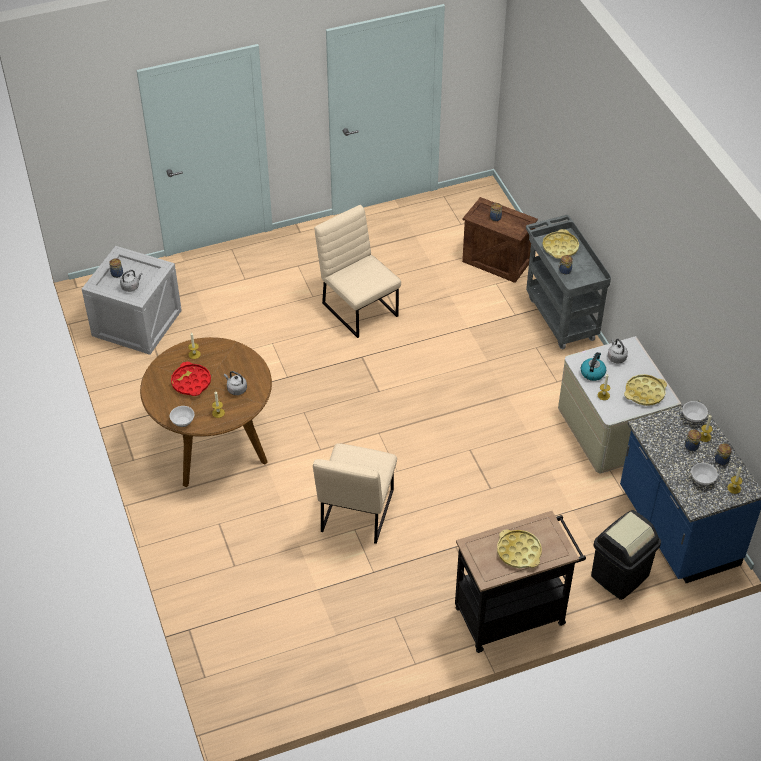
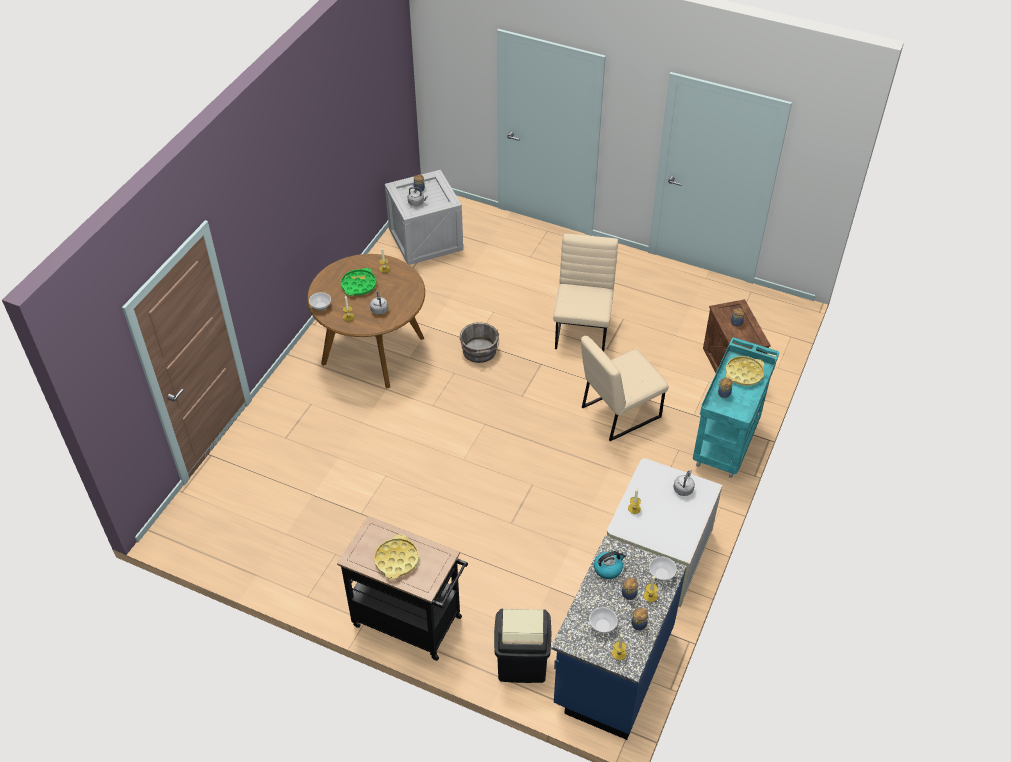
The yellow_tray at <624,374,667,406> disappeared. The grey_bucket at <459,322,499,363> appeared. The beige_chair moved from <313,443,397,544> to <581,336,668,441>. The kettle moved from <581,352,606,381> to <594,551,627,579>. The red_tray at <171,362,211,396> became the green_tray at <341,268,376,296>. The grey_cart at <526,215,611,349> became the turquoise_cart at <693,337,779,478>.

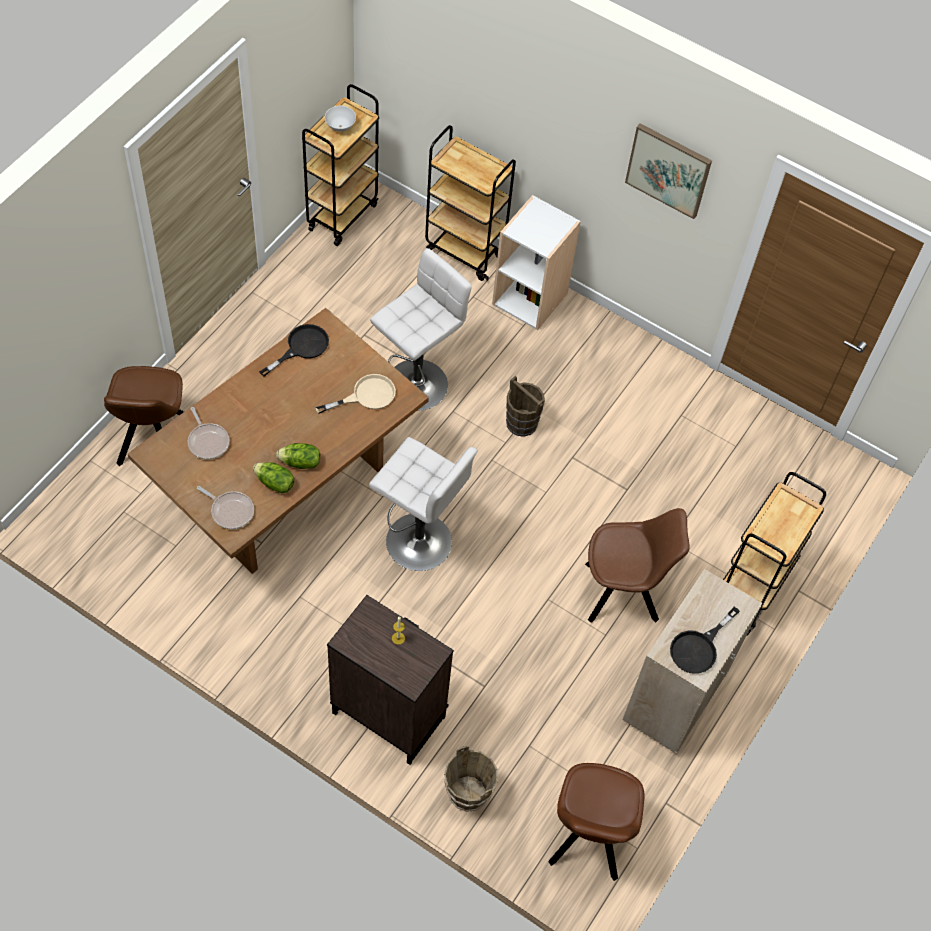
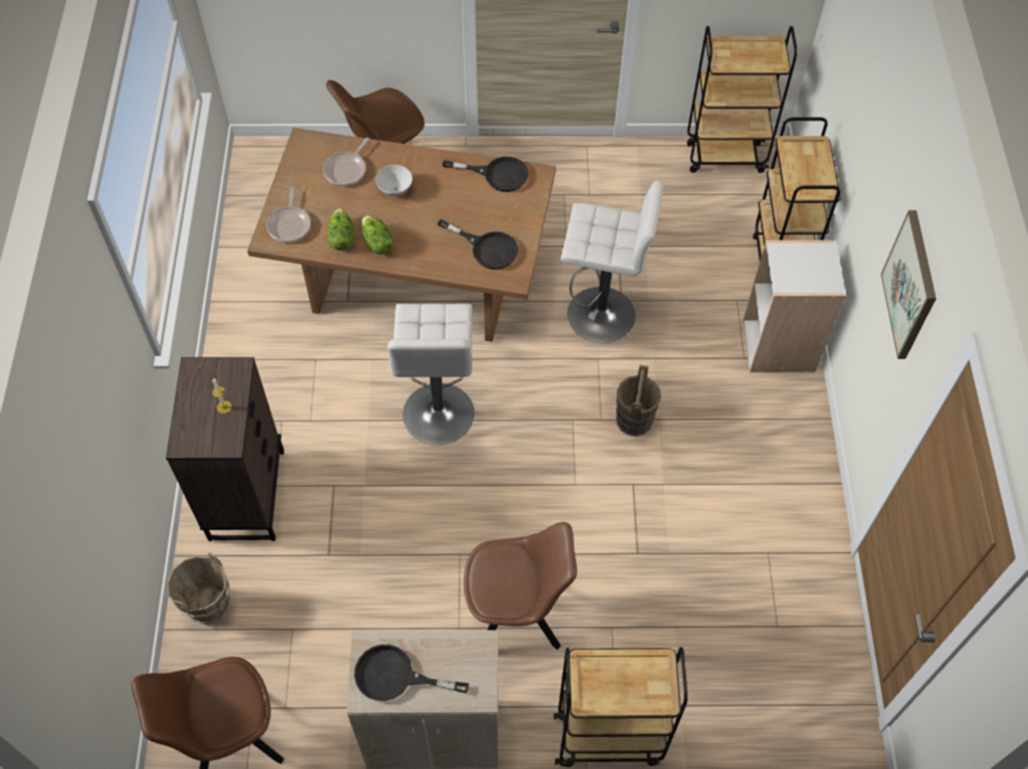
The white_bowl moved from <325,106,356,132> to <376,165,412,196>. The beige_frying_pan at <316,374,396,413> became the black_frying_pan at <437,219,518,270>. The brown_chair at <585,508,690,623> turned 60 degrees counterclockwise.

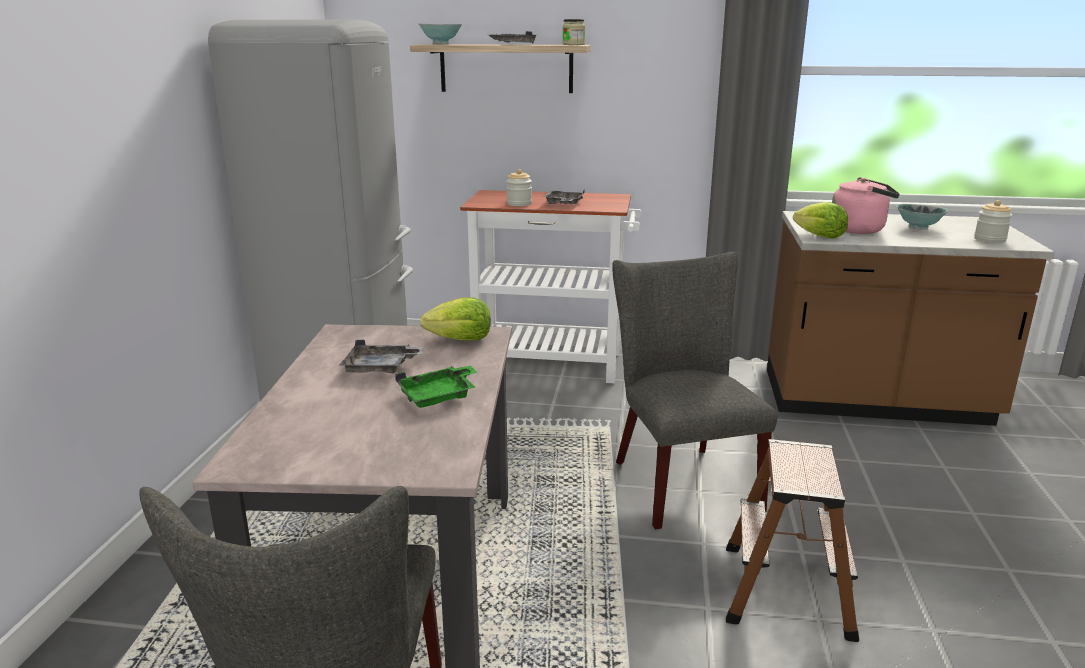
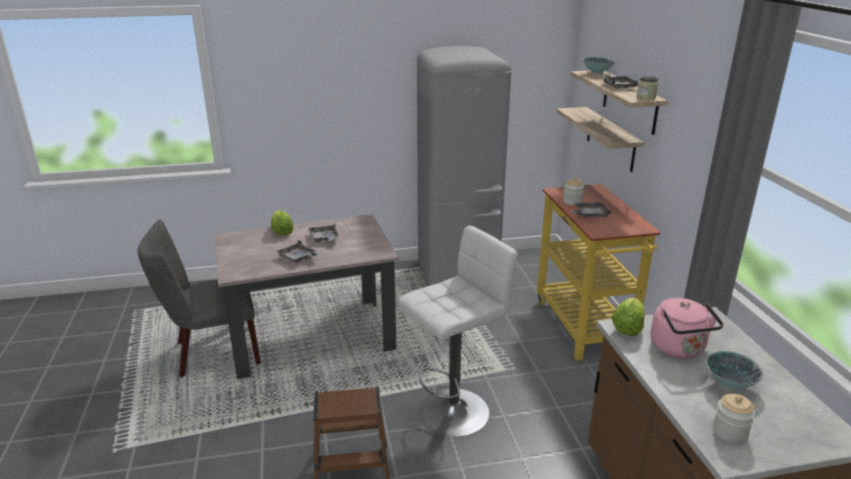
The shelf at <556,107,644,172> appeared. The lettuce moved from <420,297,491,340> to <271,211,294,236>. The grey_chair at <612,252,777,529> was replaced by the white_stool at <398,226,518,437>. The green_tray at <395,366,477,408> became the grey_tray at <276,240,320,263>. The white_cart at <460,190,641,383> became the yellow_cart at <537,184,660,361>.

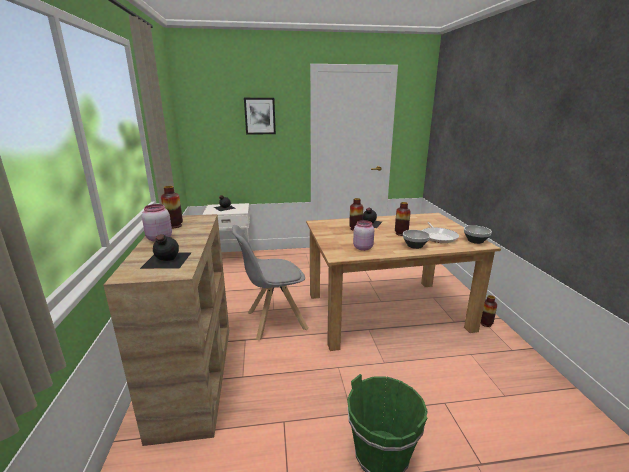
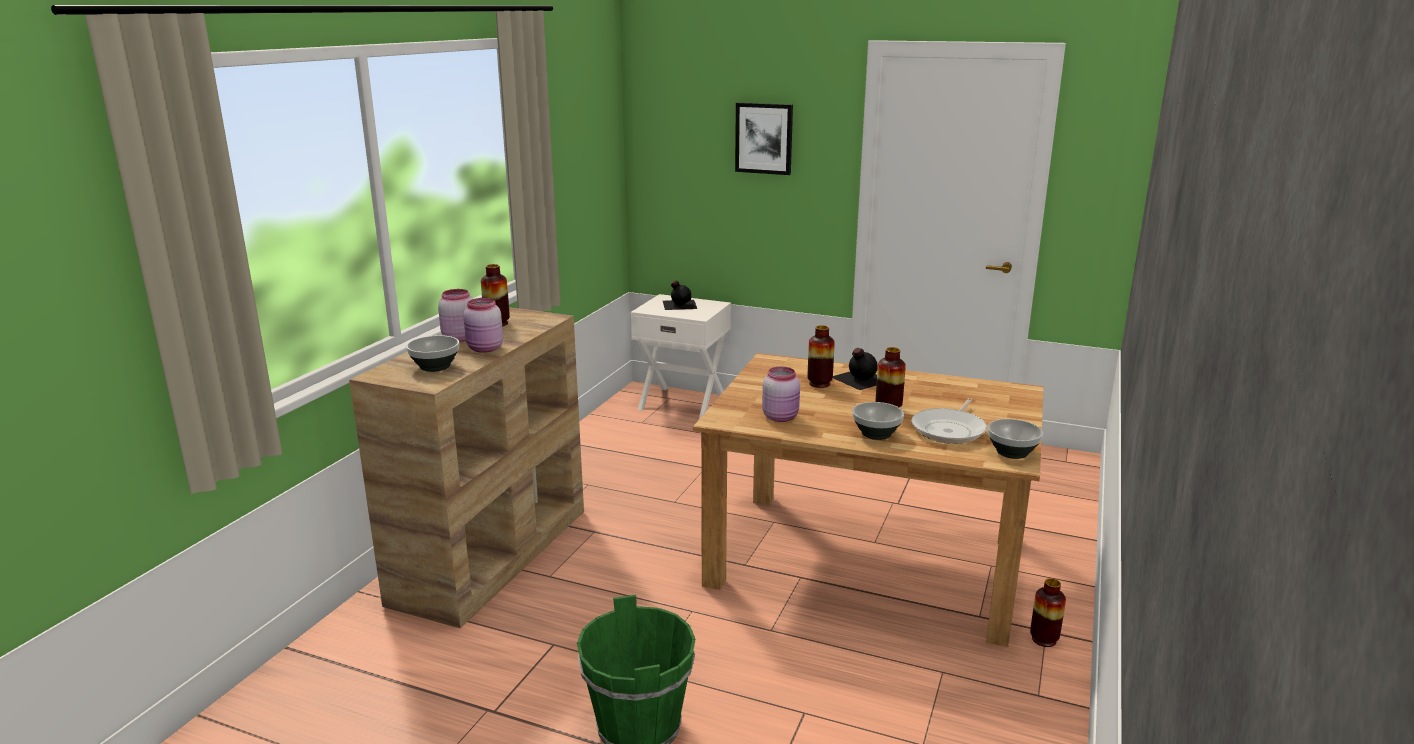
The grey_chair at <232,225,308,341> disappeared. The pink_jar at <463,298,503,353> appeared. The black_bottle at <140,234,191,269> was replaced by the bowl at <406,335,459,372>.

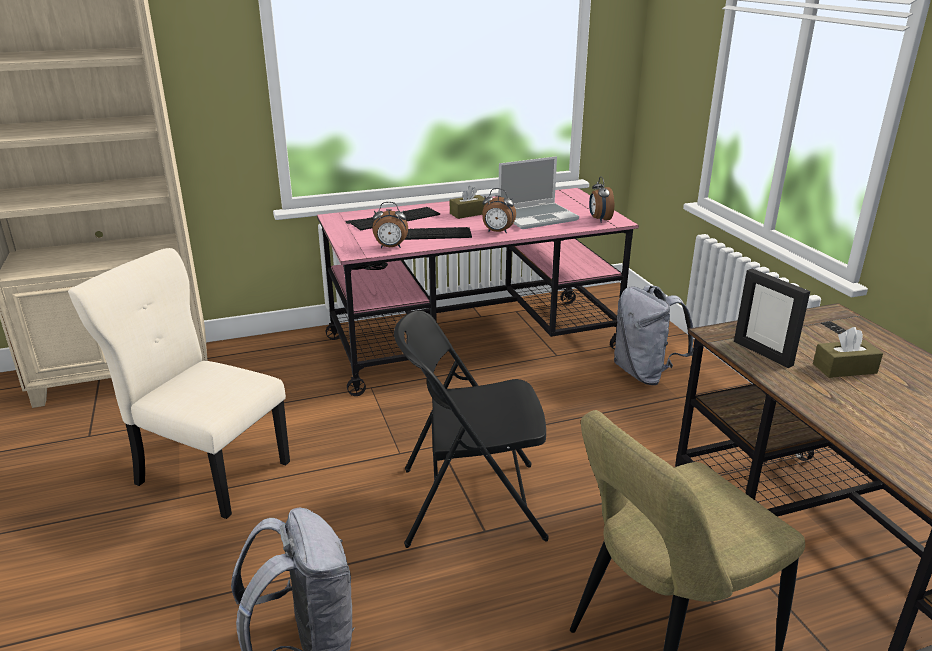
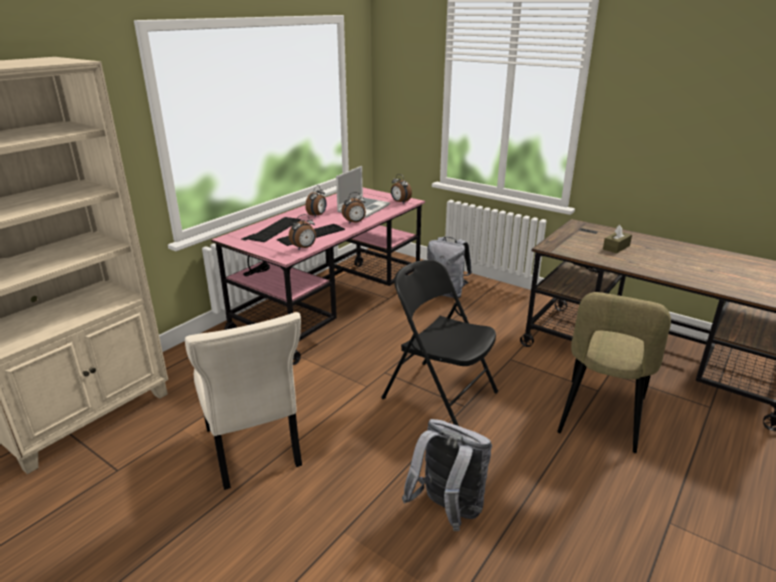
The picture_frame at <734,269,810,368> disappeared. The brown_tissue_box at <450,186,485,219> was replaced by the alarm_clock at <305,185,326,217>. The beige_chair at <68,248,290,519> turned 105 degrees counterclockwise. The black_chair at <394,310,549,548> turned 75 degrees clockwise.

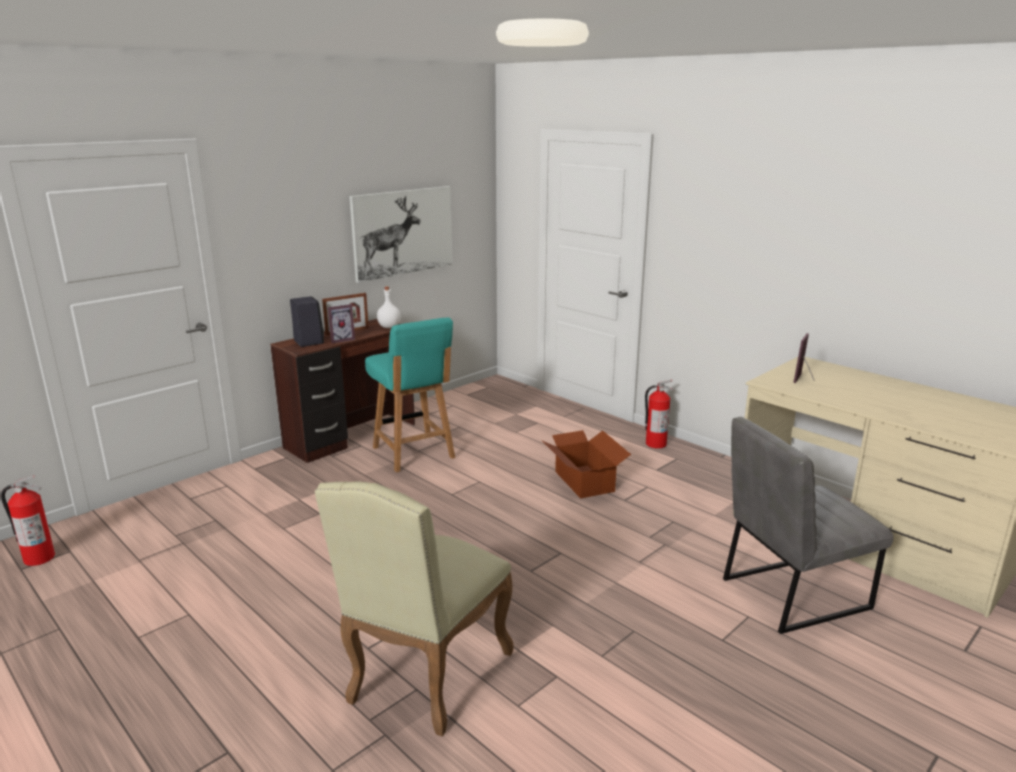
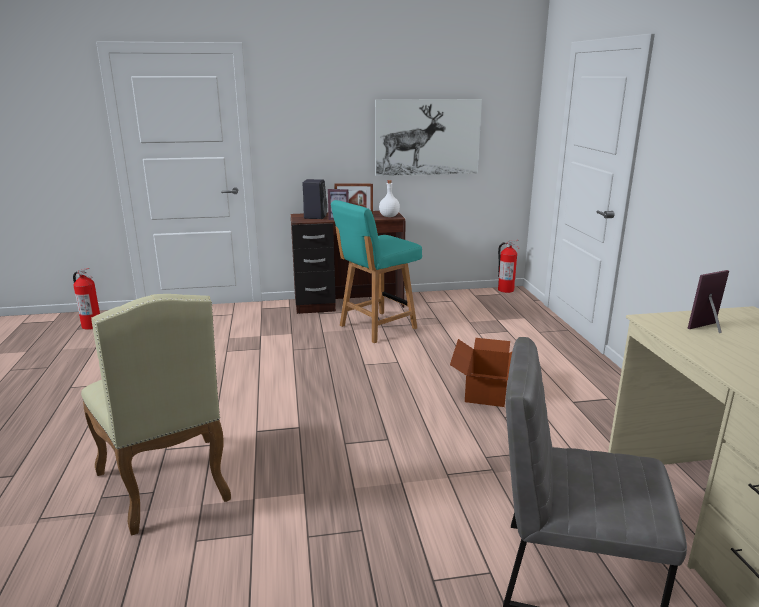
The fire_extinguisher moved from <645,379,674,449> to <498,240,519,293>. The beige_chair at <315,481,514,736> turned 90 degrees counterclockwise. The turquoise_chair at <365,317,455,472> turned 45 degrees clockwise.

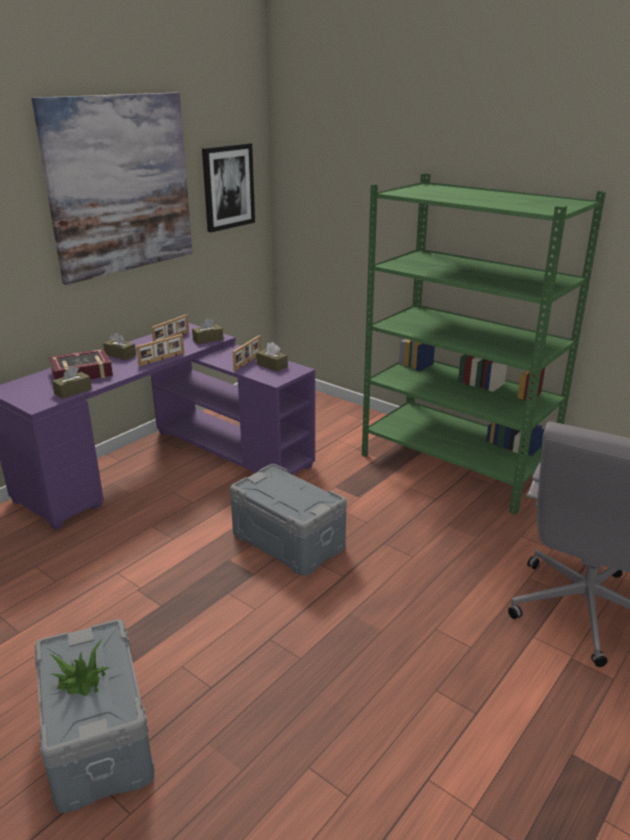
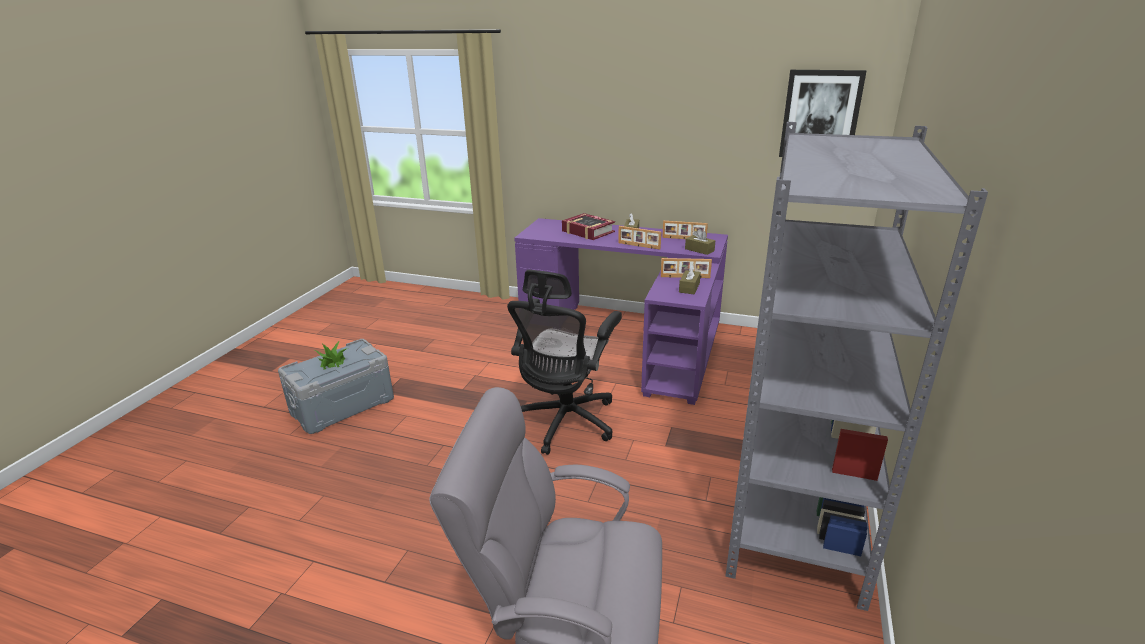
The picture at <32,93,192,285> disappeared. The brown_tissue_box at <52,366,92,399> disappeared. The grey_storage_box at <230,464,347,576> was replaced by the office_chair at <507,270,622,455>. The green_bookcase at <362,173,606,515> became the grey_bookcase at <725,122,988,611>.

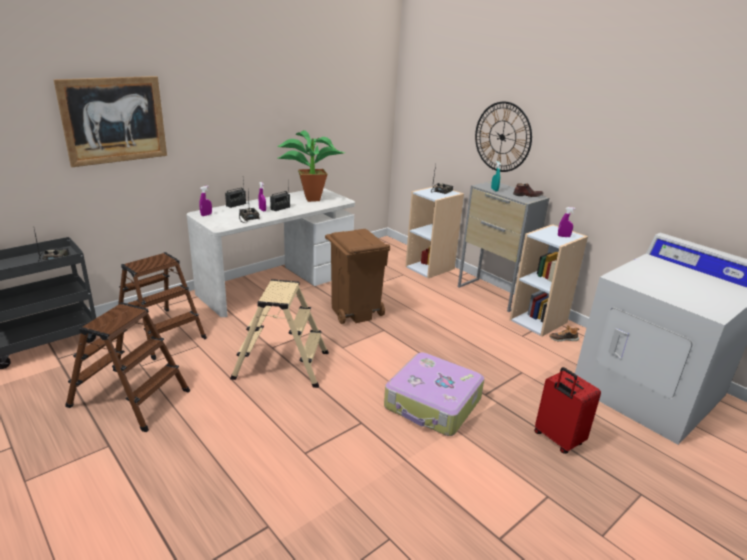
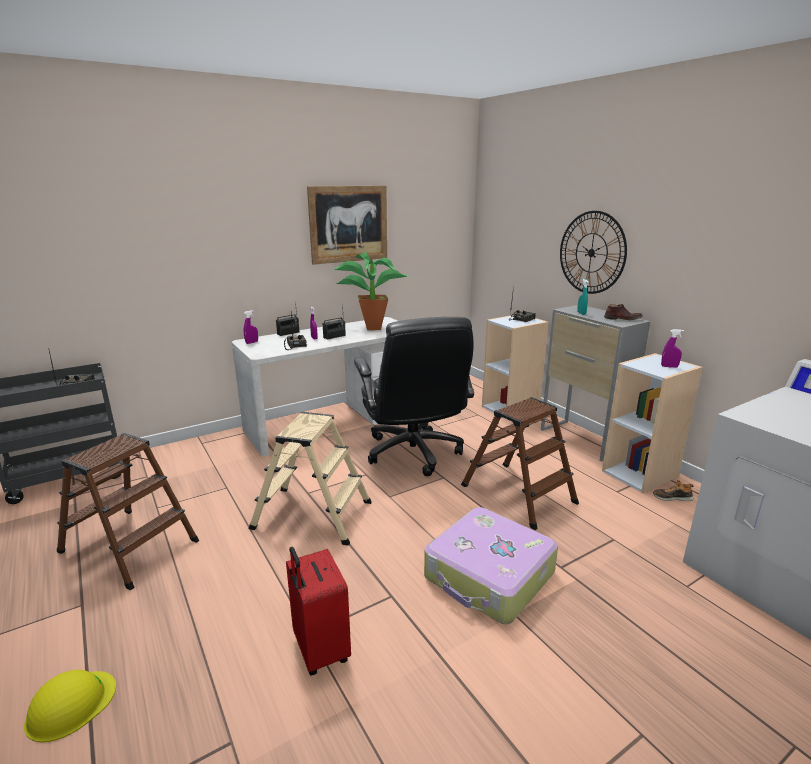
The yellow_hard_hat at <24,670,116,742> appeared. The picture moved from <53,76,167,167> to <307,186,387,265>. The brown_step_ladder moved from <118,252,207,360> to <461,397,579,530>. The red_suitcase moved from <534,367,601,454> to <286,547,351,675>. The brown_trash_can at <325,229,390,324> was replaced by the black_office_chair at <354,317,474,476>.

